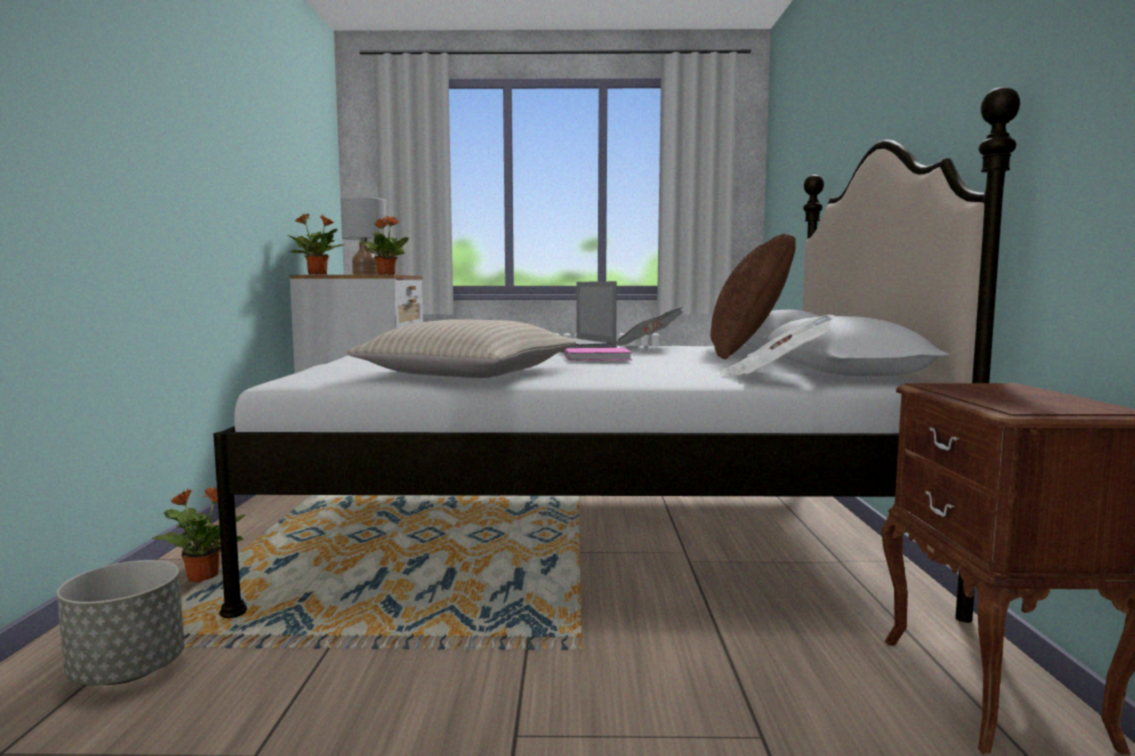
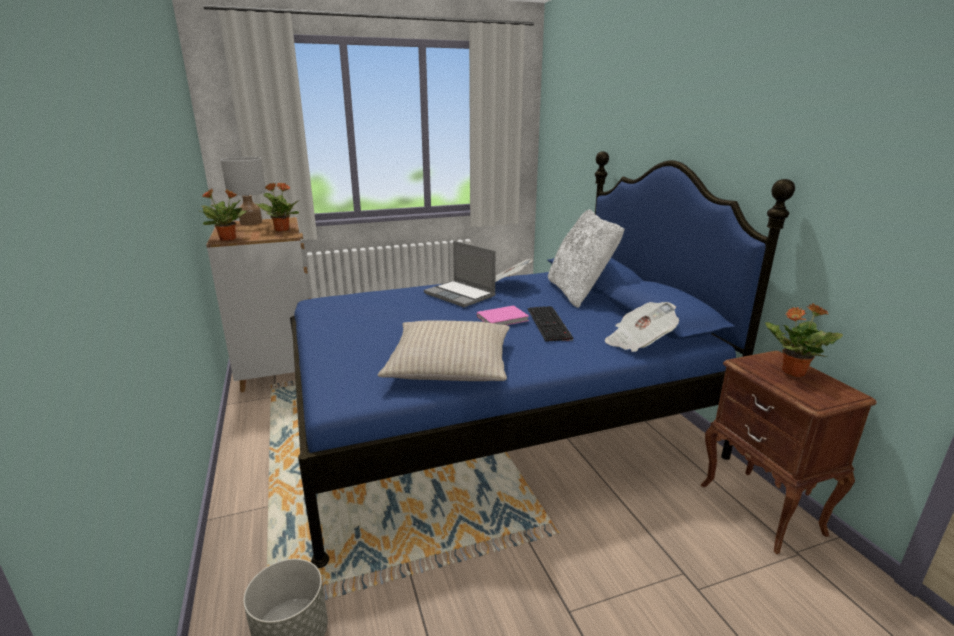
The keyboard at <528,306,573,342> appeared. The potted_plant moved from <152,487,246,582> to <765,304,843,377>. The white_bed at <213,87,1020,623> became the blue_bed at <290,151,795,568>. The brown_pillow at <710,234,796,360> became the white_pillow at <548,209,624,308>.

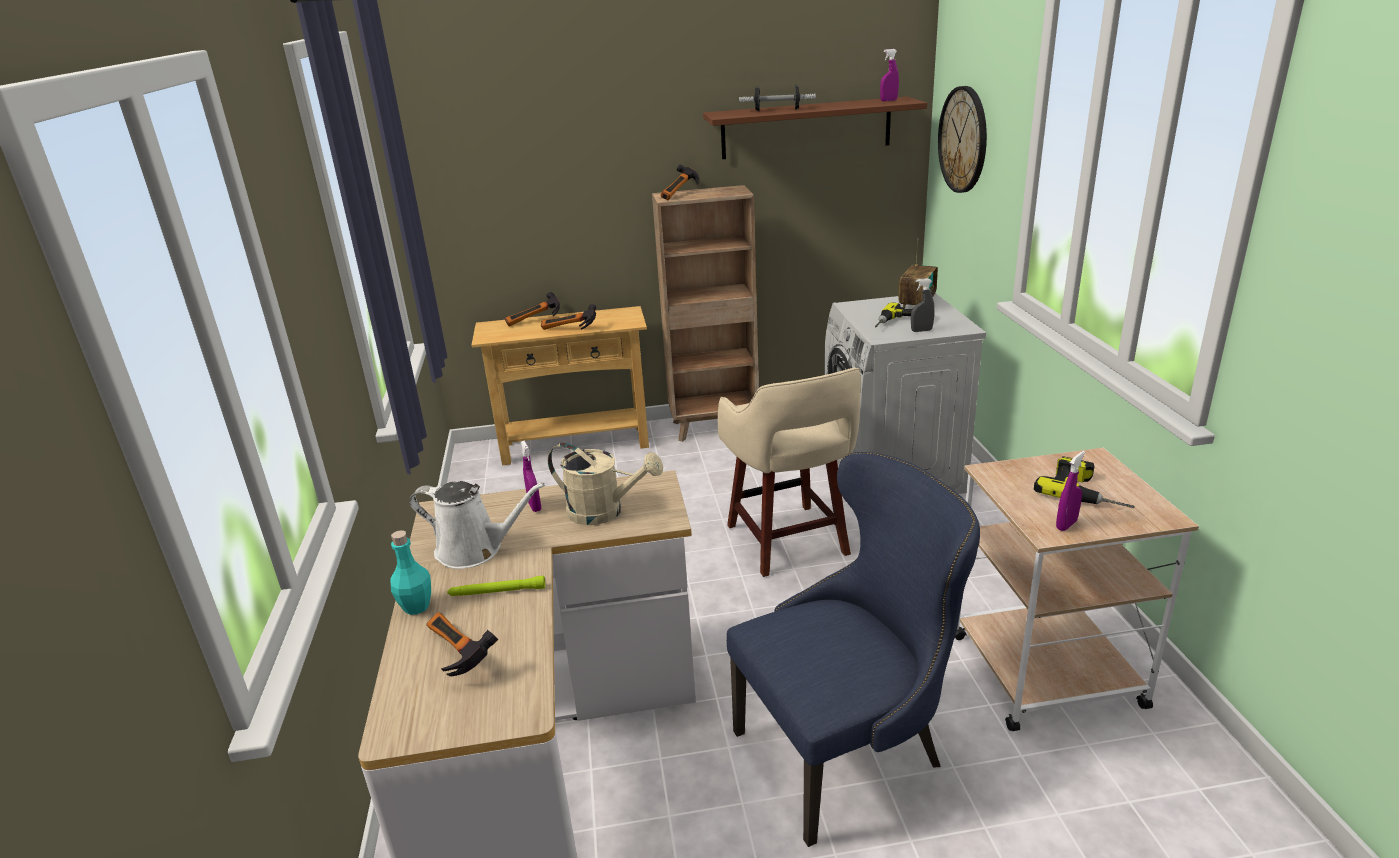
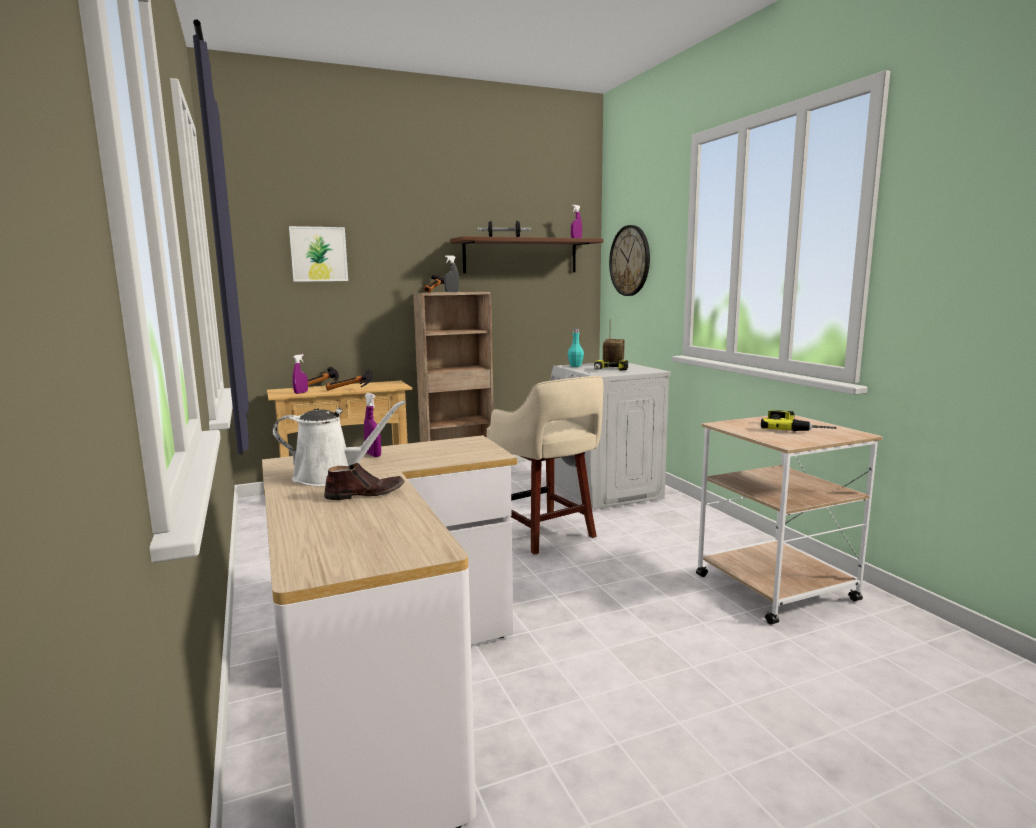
The hammer at <427,612,498,676> disappeared. The beige_watering_can at <548,443,663,525> disappeared. The blue_chair at <727,452,980,847> disappeared. The picture at <289,226,348,282> appeared. The turquoise_bottle moved from <390,530,431,615> to <568,329,584,367>. The grey_spray_bottle moved from <911,278,935,332> to <444,255,459,292>. The purple_spray_bottle moved from <1056,451,1085,531> to <292,354,308,394>. The green_flashlight at <447,576,545,596> was replaced by the brown_shoe at <324,463,405,500>.

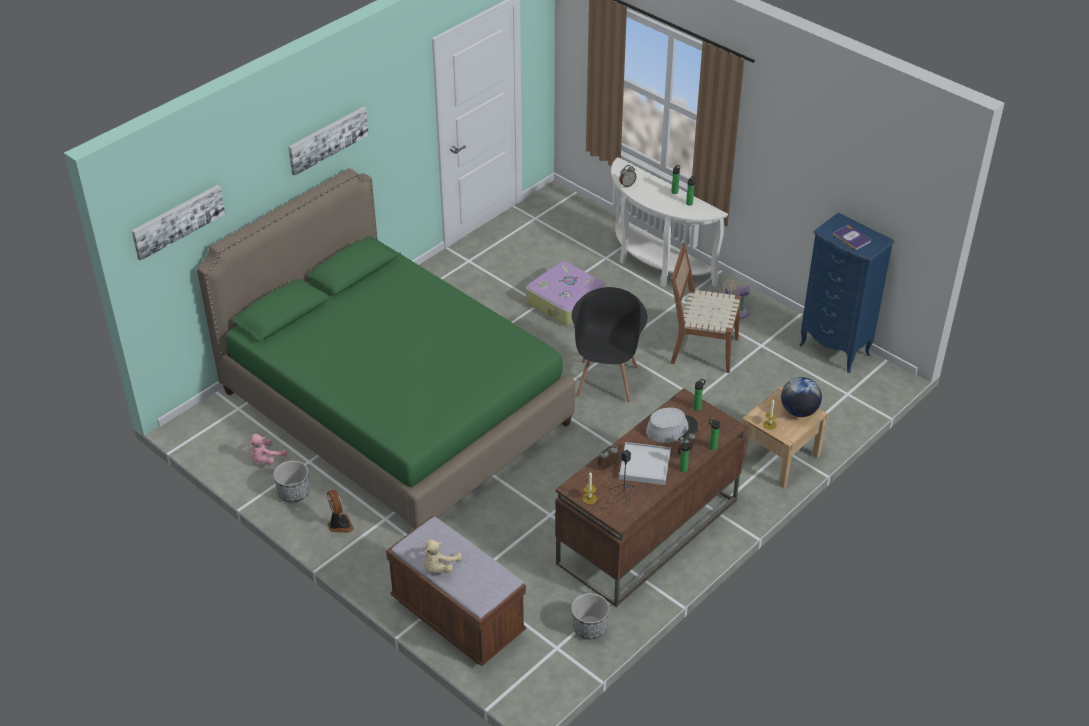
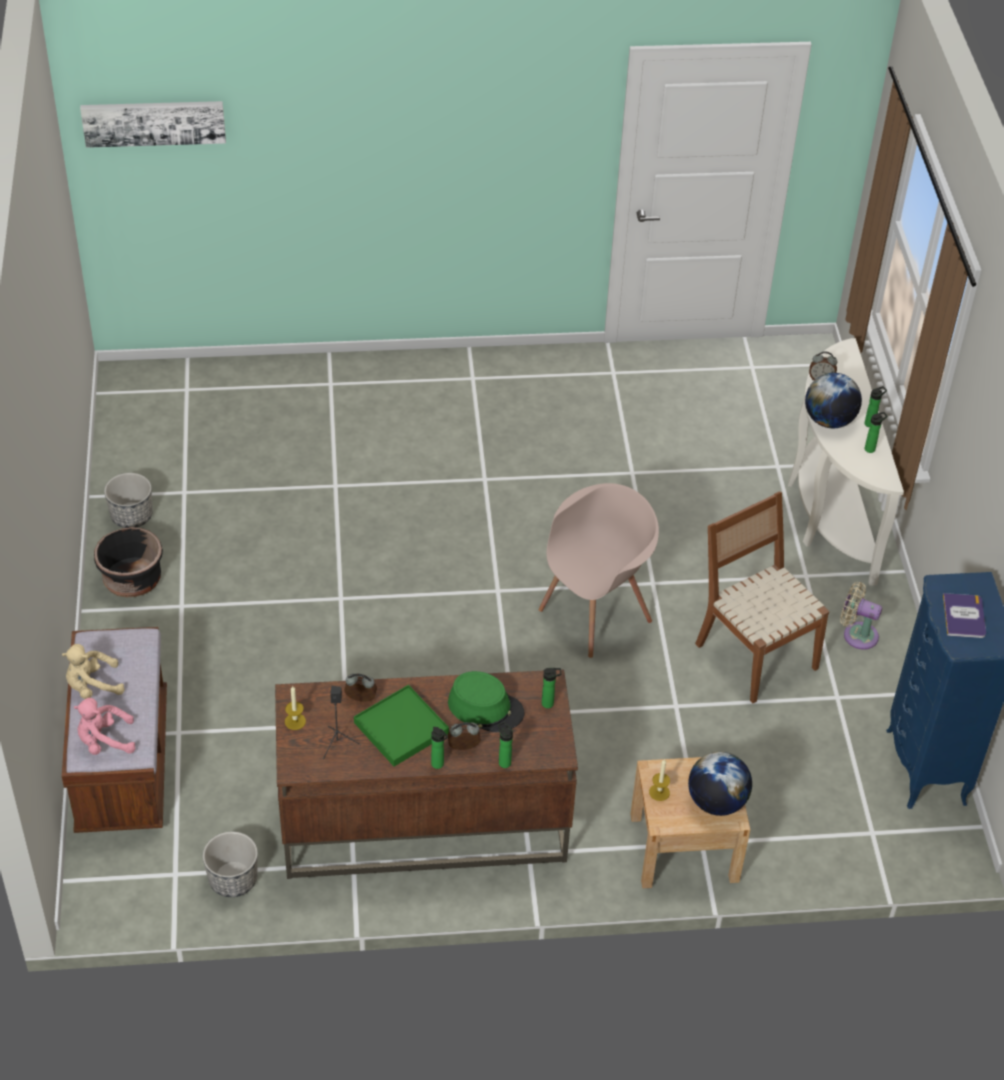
The green_bed at <197,168,575,529> disappeared. The picture at <288,107,369,176> disappeared. The suitcase at <526,261,605,326> disappeared. The globe at <805,373,862,428> appeared. The pink_plush_toy moved from <249,434,287,465> to <74,698,135,755>. The fan at <327,490,354,533> was replaced by the black_planter at <94,527,163,597>. The black_chair at <572,287,647,403> became the beige_chair at <539,483,659,658>. The white_tray at <619,442,671,485> became the green_tray at <354,685,449,767>. The grey_hat at <646,407,698,443> became the green_hat at <448,671,525,732>.

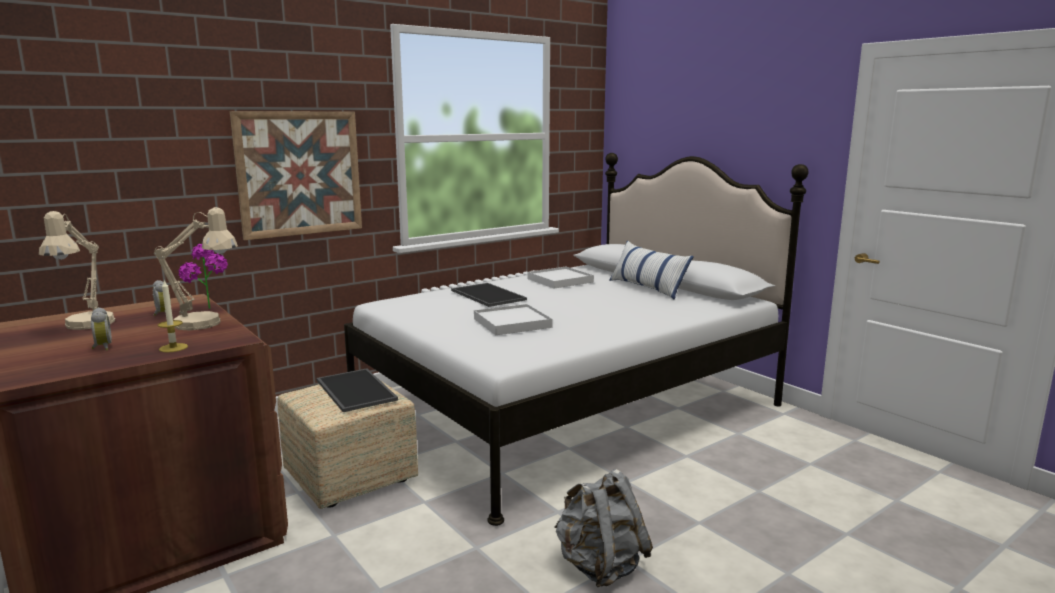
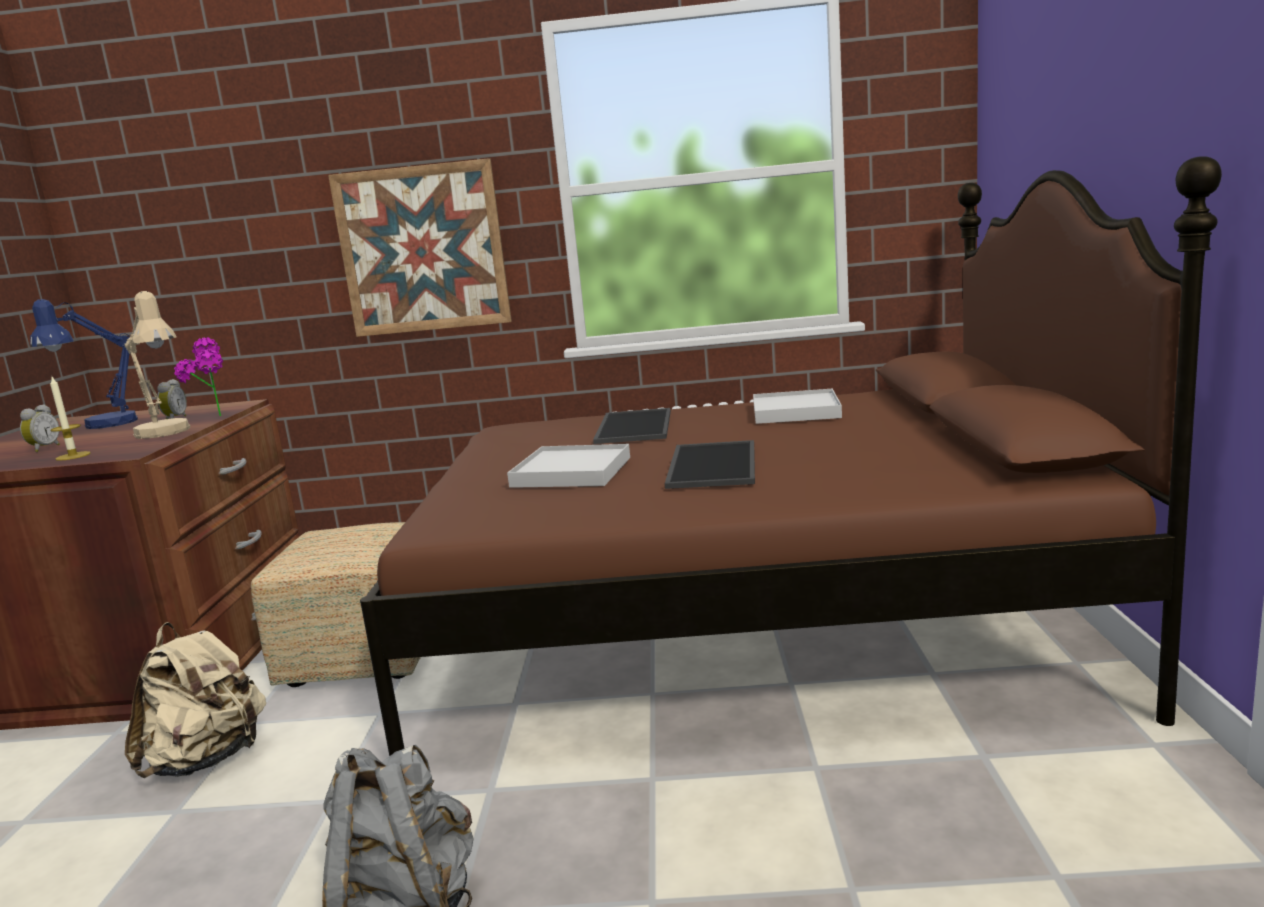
The pillow at <609,241,694,299> disappeared. The beige_backpack at <125,622,266,778> appeared. The tray moved from <317,368,398,412> to <665,440,755,489>. The beige_table_lamp at <39,211,115,330> became the blue_table_lamp at <30,299,138,429>. The white_bed at <344,153,808,526> became the brown_bed at <360,156,1222,756>.

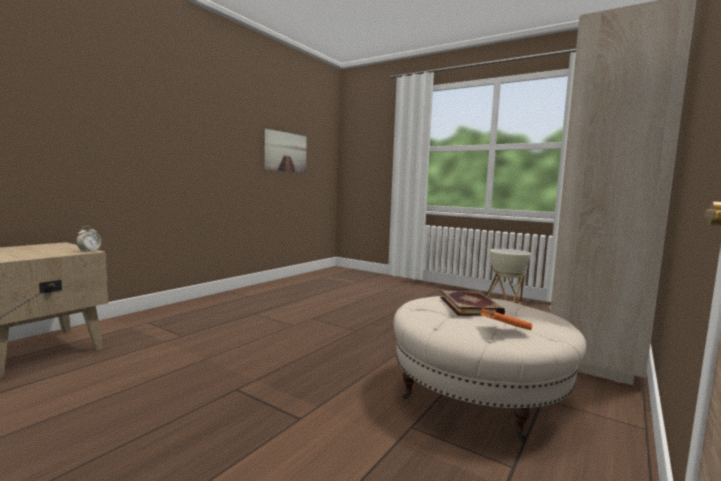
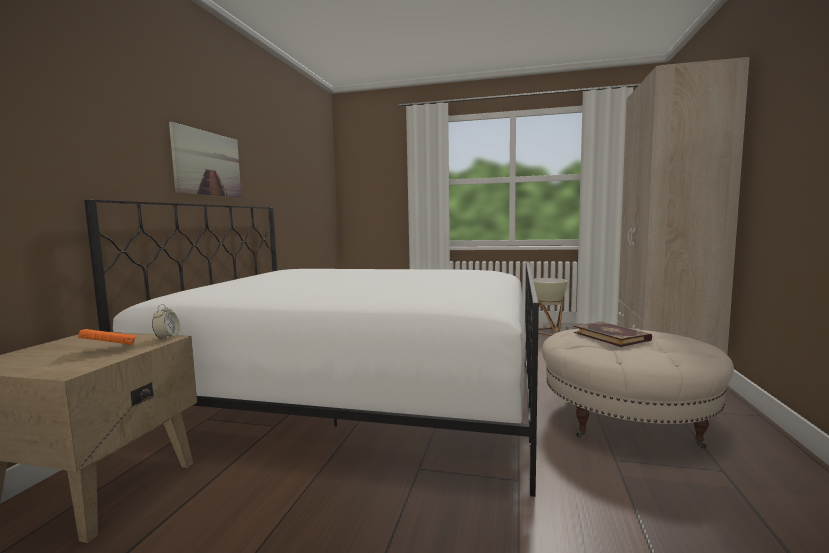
The white_bed at <84,200,539,497> appeared. The picture moved from <265,129,307,173> to <169,122,241,197>. The orange_book moved from <480,308,532,330> to <78,329,136,345>.

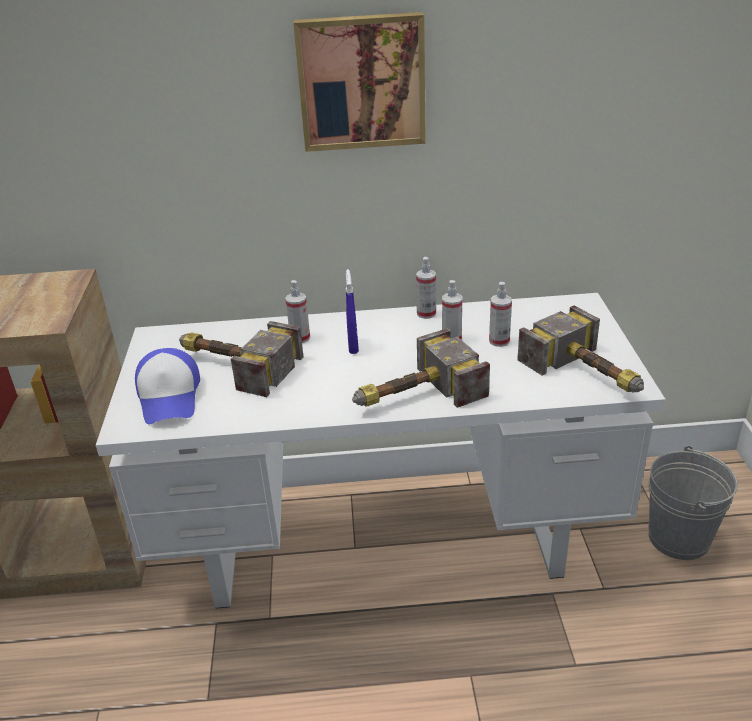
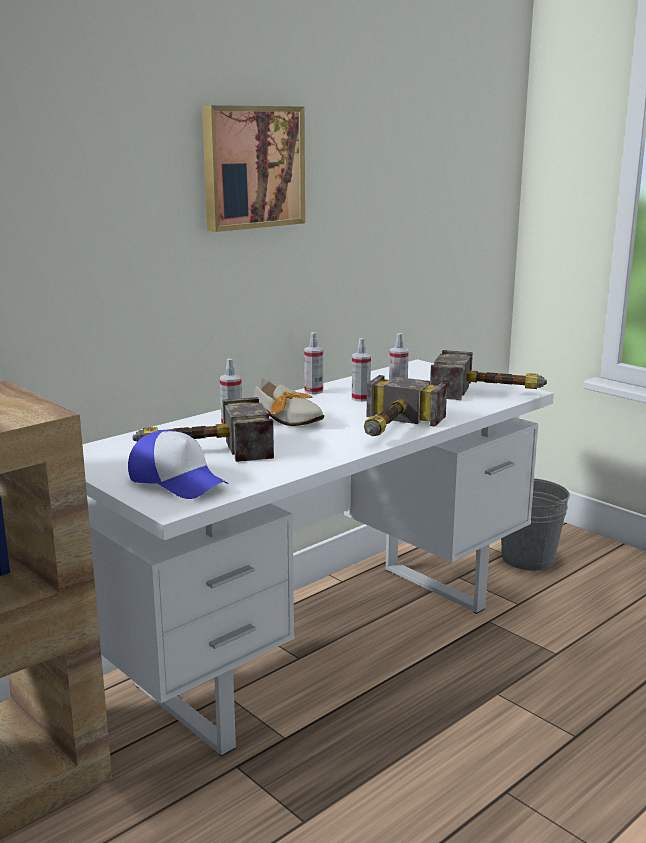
The blue_spray_bottle at <346,269,359,354> was replaced by the shoe at <253,376,324,426>.

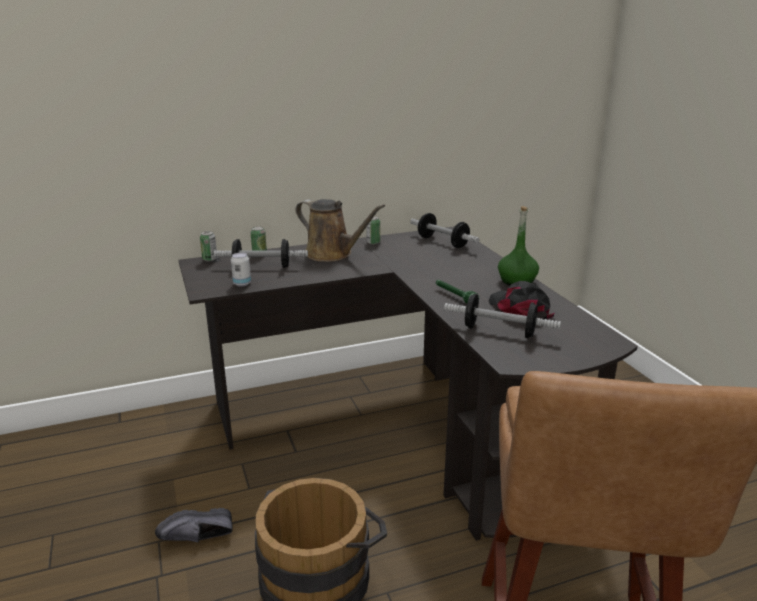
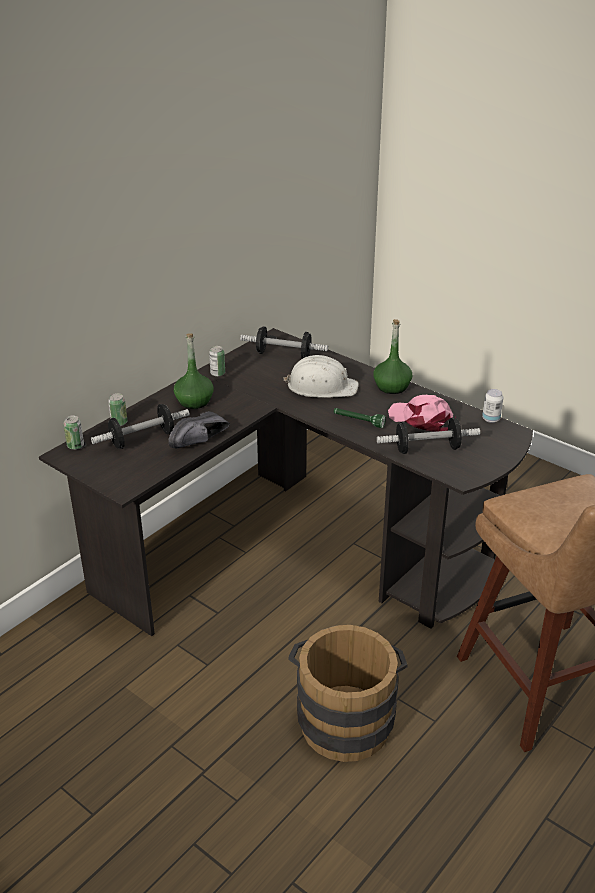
The white_hard_hat at <283,355,359,398> appeared. The black_shoe moved from <155,508,233,542> to <168,411,230,448>. The can moved from <231,252,251,287> to <482,389,503,423>. The brown_watering_can at <296,199,385,262> was replaced by the green_bottle at <174,333,214,409>. The black_cap at <489,281,554,319> became the pink_cap at <388,395,456,432>.

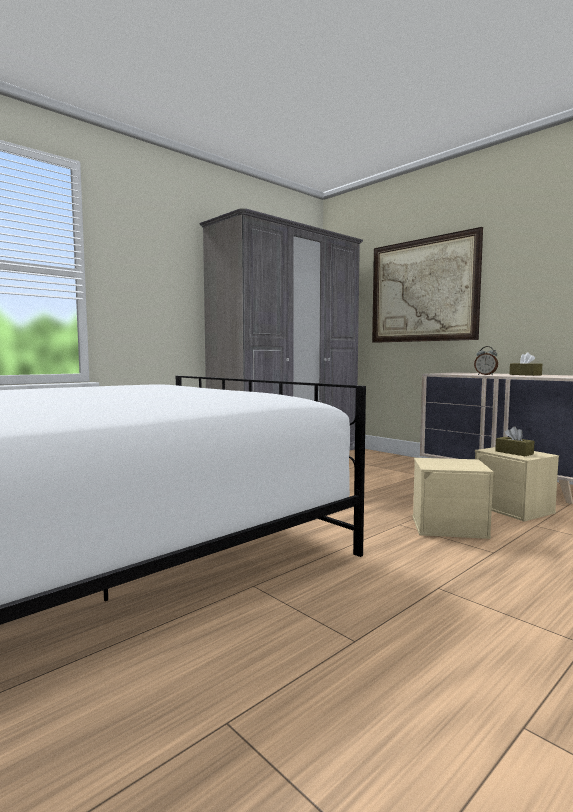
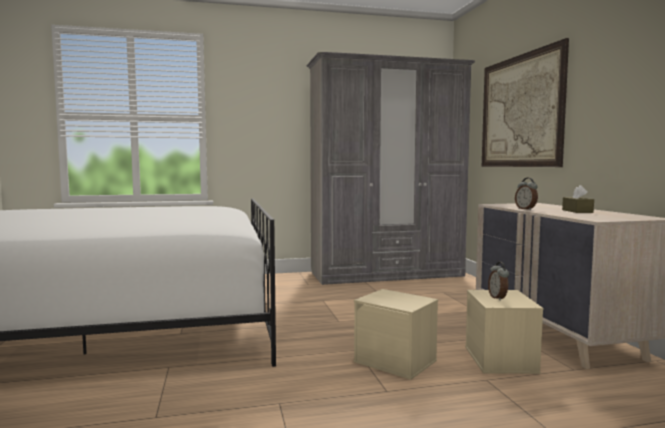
The brown_tissue_box at <495,427,534,456> was replaced by the alarm_clock at <488,262,509,301>.

